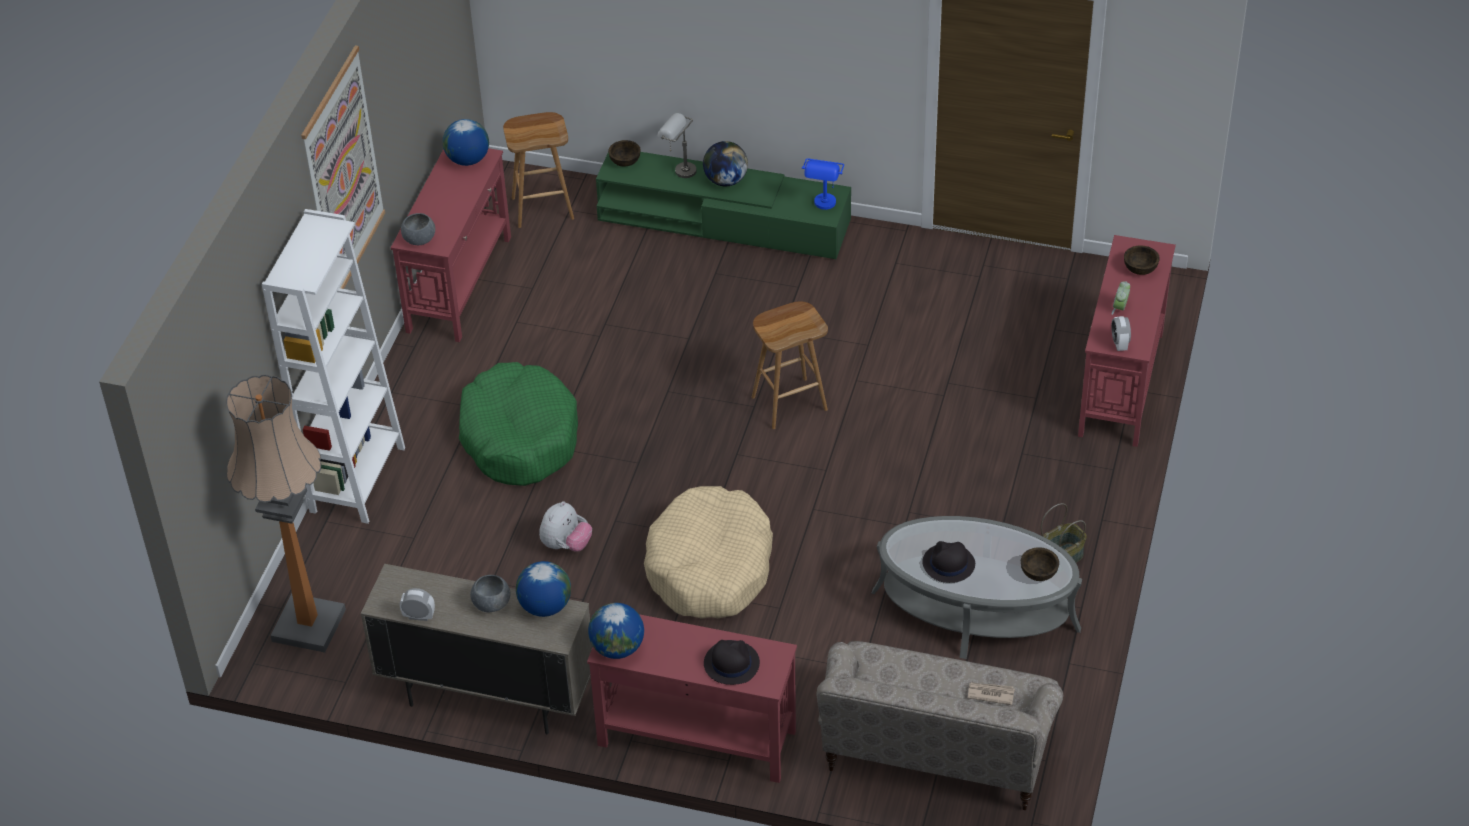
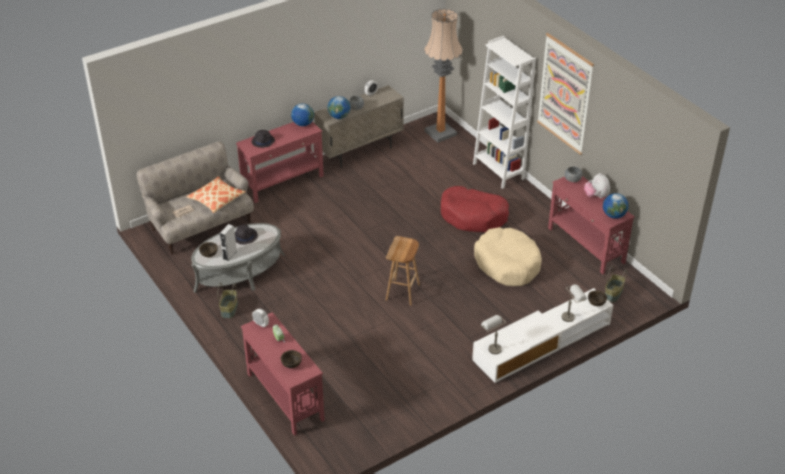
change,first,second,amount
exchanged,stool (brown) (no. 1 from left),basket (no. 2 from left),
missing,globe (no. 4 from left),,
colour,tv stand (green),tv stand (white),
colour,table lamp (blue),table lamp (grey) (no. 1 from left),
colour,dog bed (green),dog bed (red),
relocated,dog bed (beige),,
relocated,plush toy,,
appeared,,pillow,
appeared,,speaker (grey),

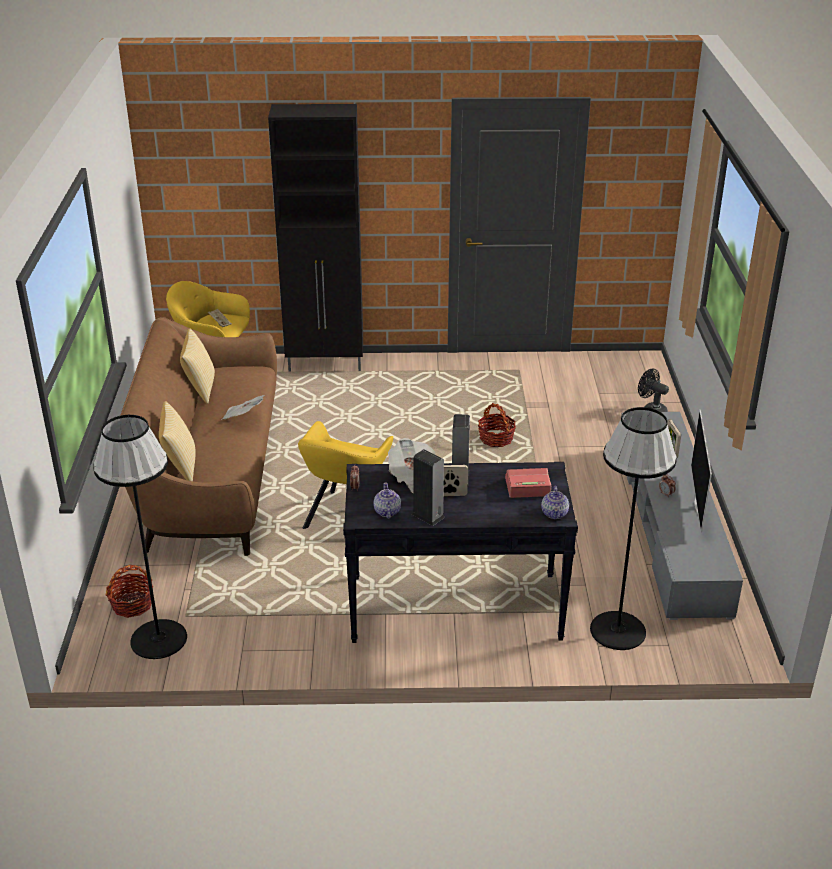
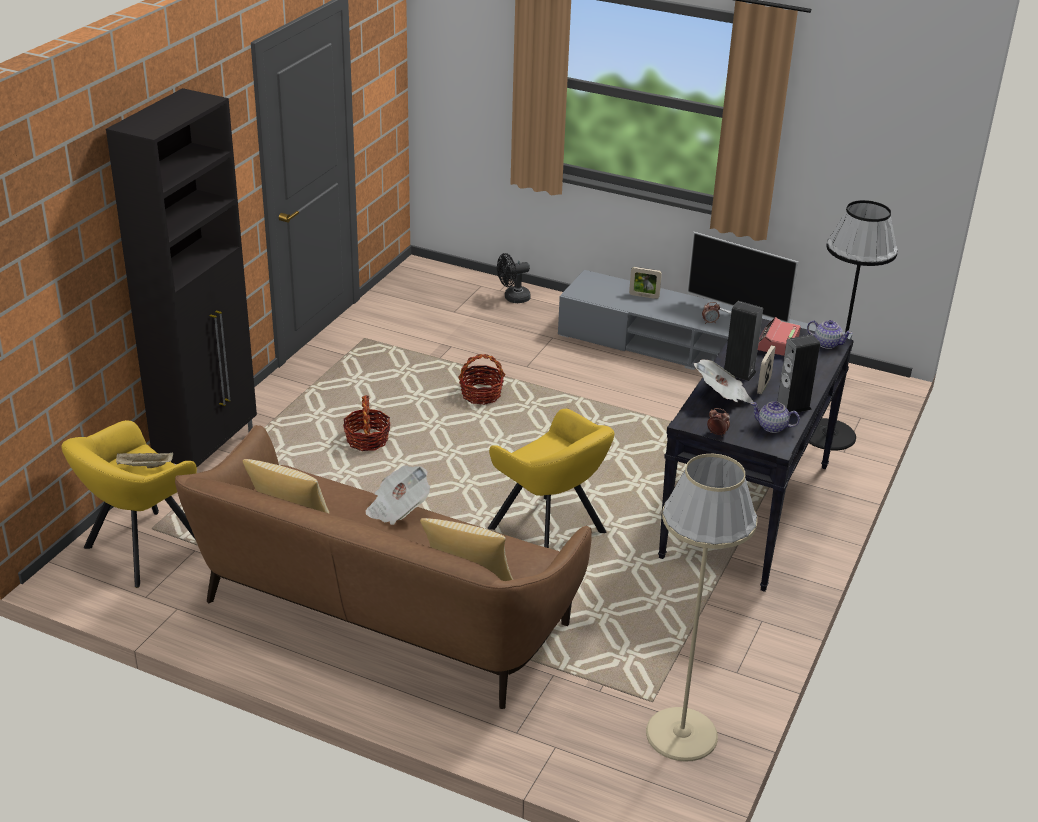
change,first,second,amount
colour,floor lamp (black) (no. 1 from left),floor lamp (beige),
relocated,basket (no. 1 from left),,

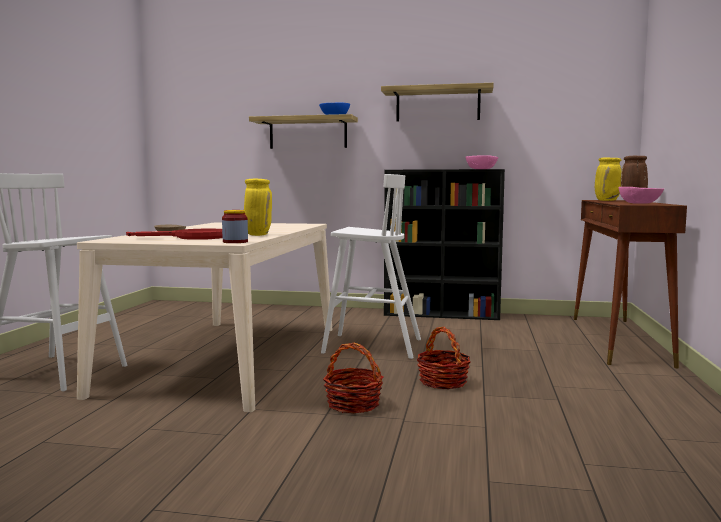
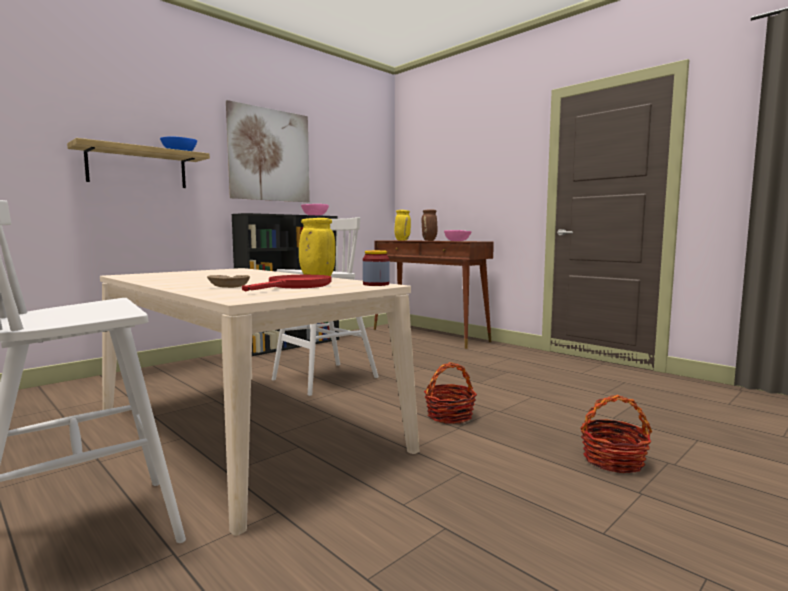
change,first,second,amount
exchanged,shelf (no. 2 from left),picture,
relocated,basket (no. 2 from left),,

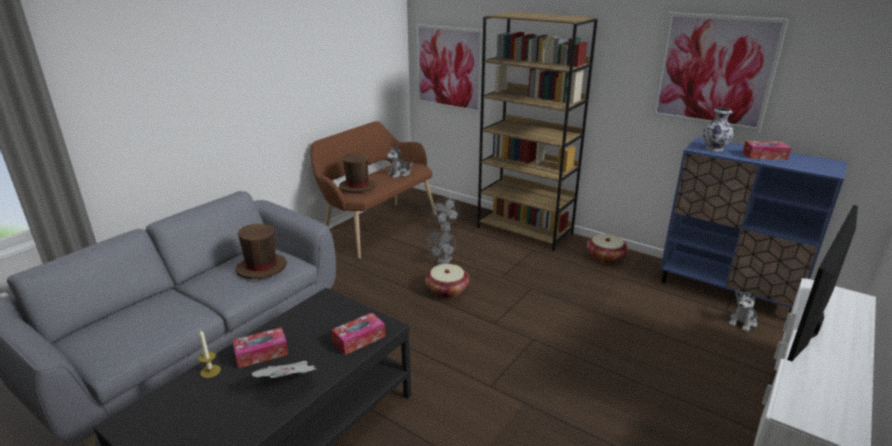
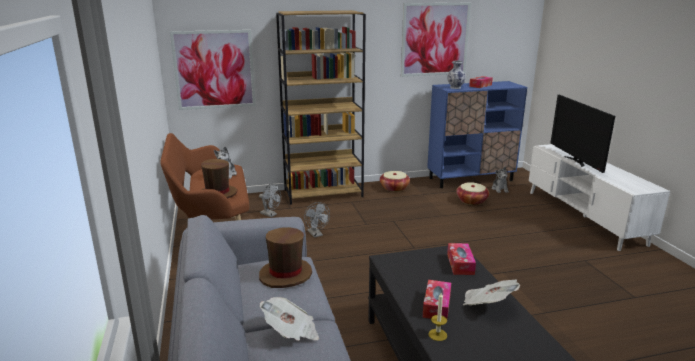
change,first,second,amount
relocated,basket (no. 1 from left in the first image),basket (no. 2 from left),
appeared,,newspaper (no. 1 from left),

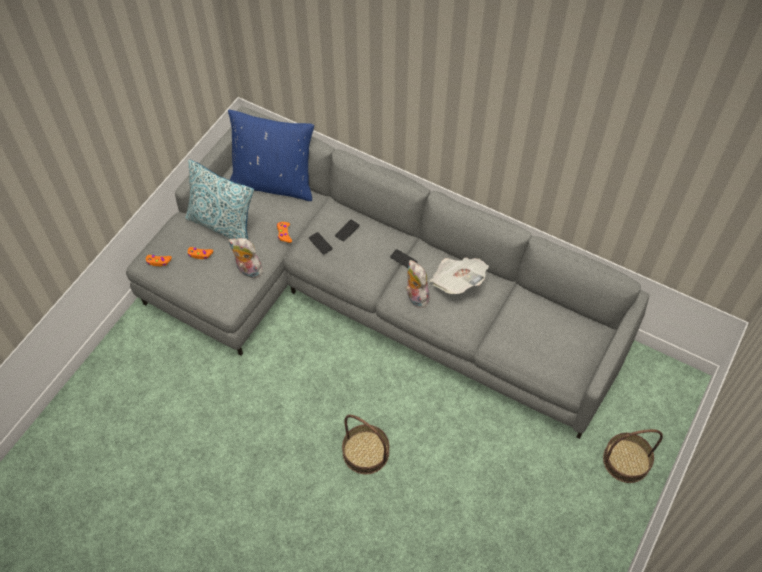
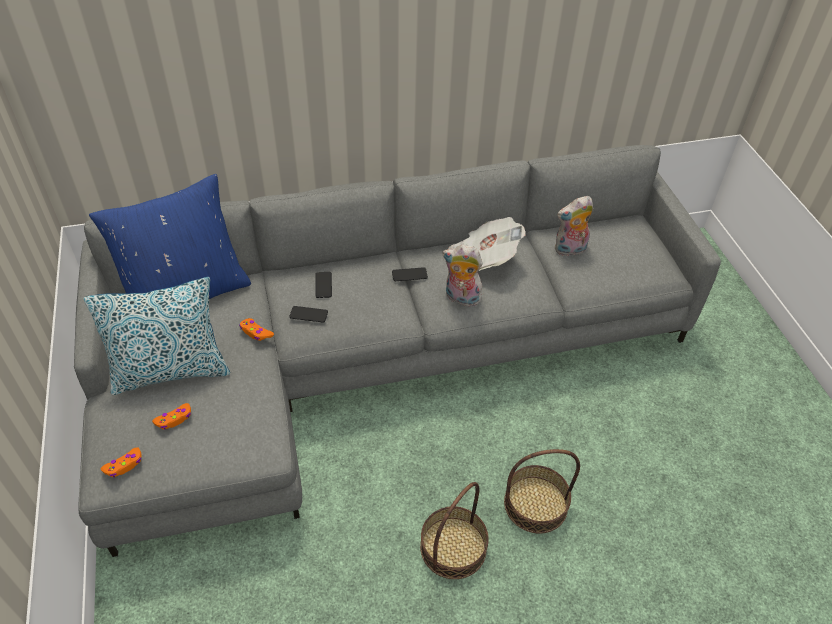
change,first,second,amount
relocated,plush toy (no. 1 from left in the first image),plush toy (no. 2 from left),
relocated,basket (no. 2 from left in the first image),basket (no. 1 from left),

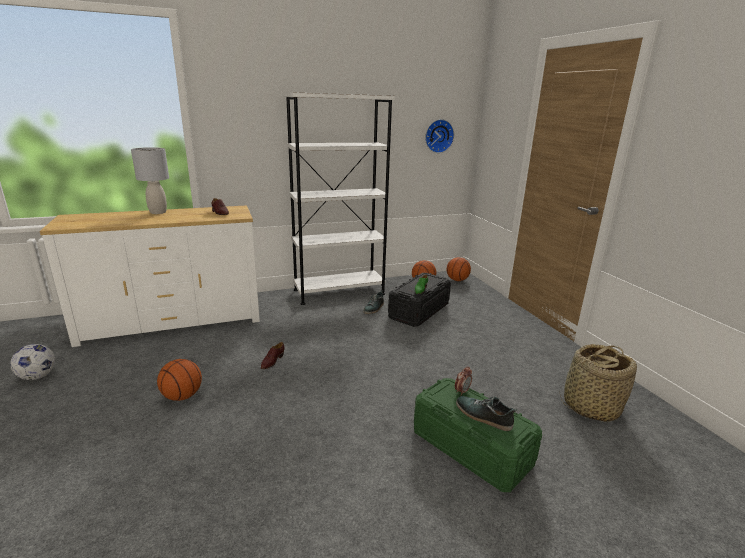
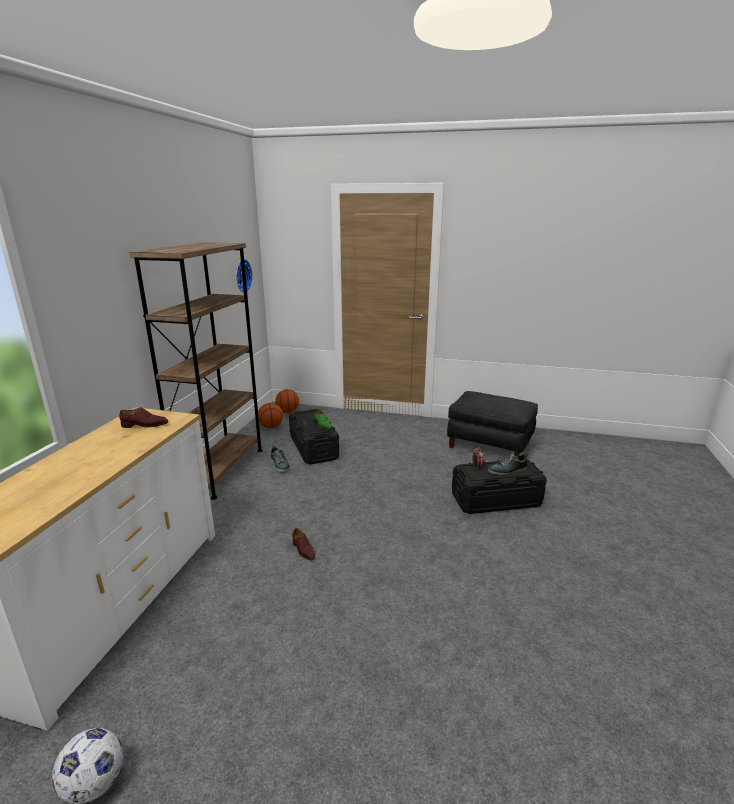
change,first,second,amount
colour,bookcase (white),bookcase (brown),
missing,table lamp (grey),,
exchanged,basket,ottoman (black),
missing,basketball (no. 1 from left),,
colour,storage box (green),storage box (black) (no. 2 from left),

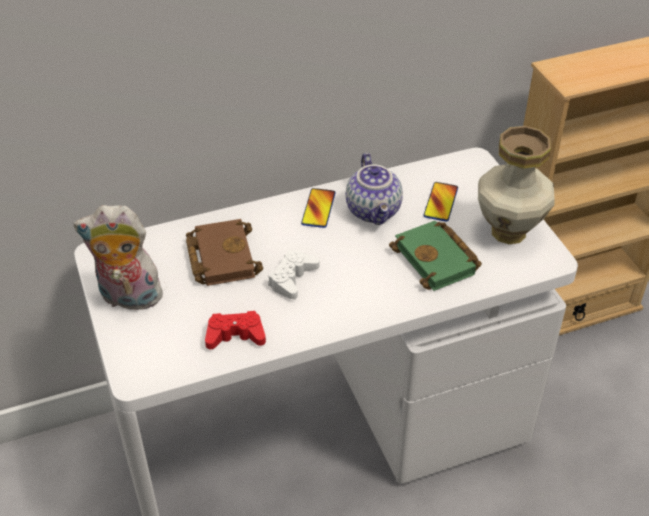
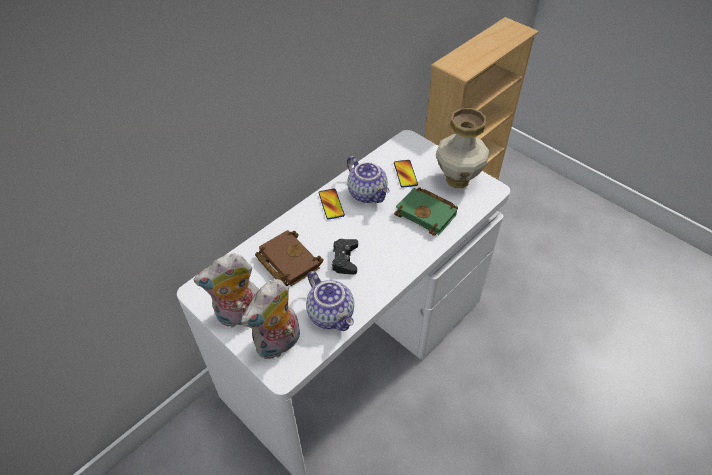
change,first,second,amount
colour,game controller (white),game controller (black),
exchanged,game controller (red),teapot (no. 1 from left),
appeared,,plush toy (no. 2 from left),

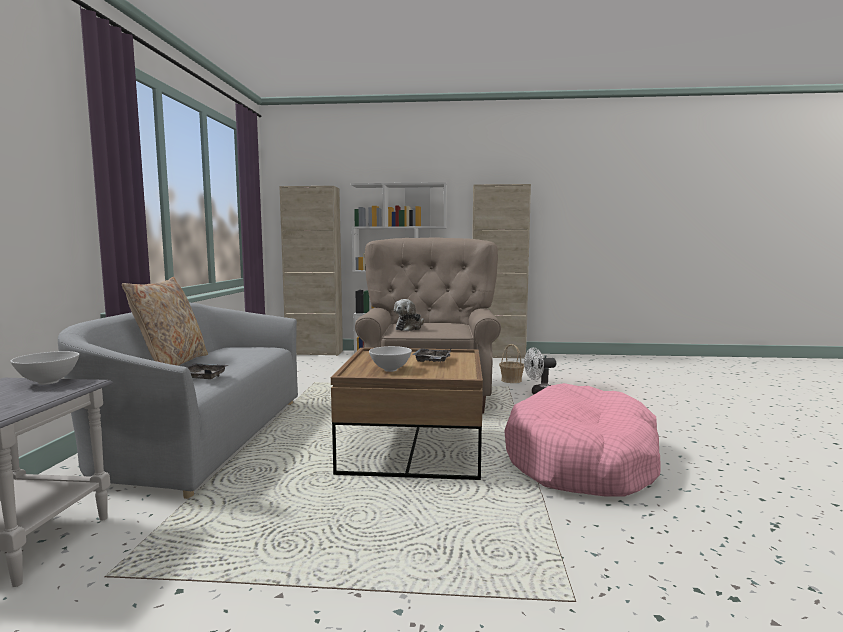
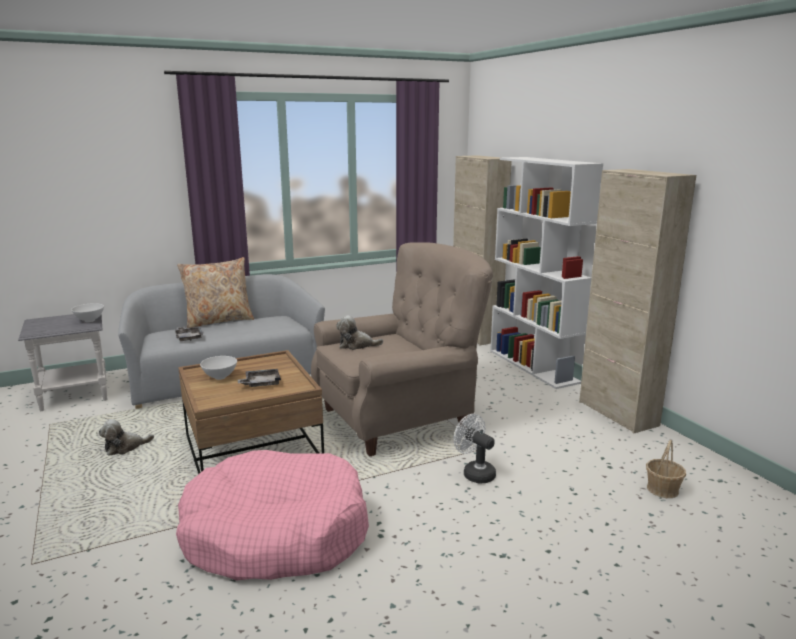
change,first,second,amount
relocated,basket,,
appeared,,plush toy (no. 1 from left),

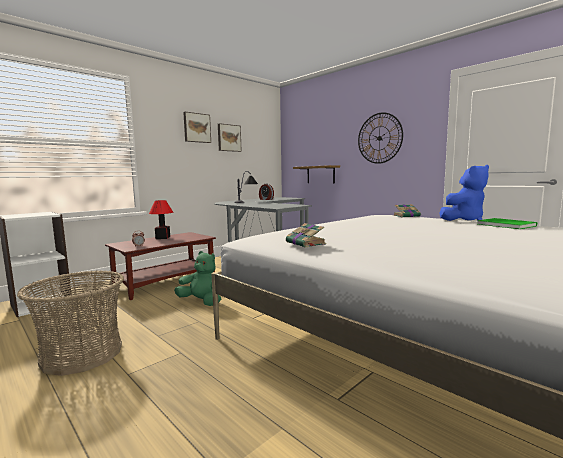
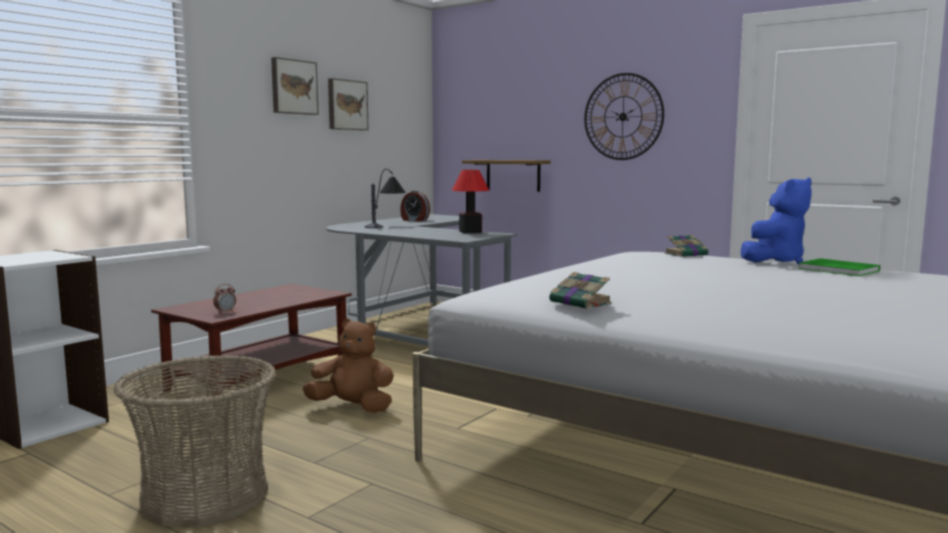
change,first,second,amount
relocated,table lamp (no. 1 from left in the first image),table lamp (no. 2 from left),
colour,plush toy (green),plush toy (brown),

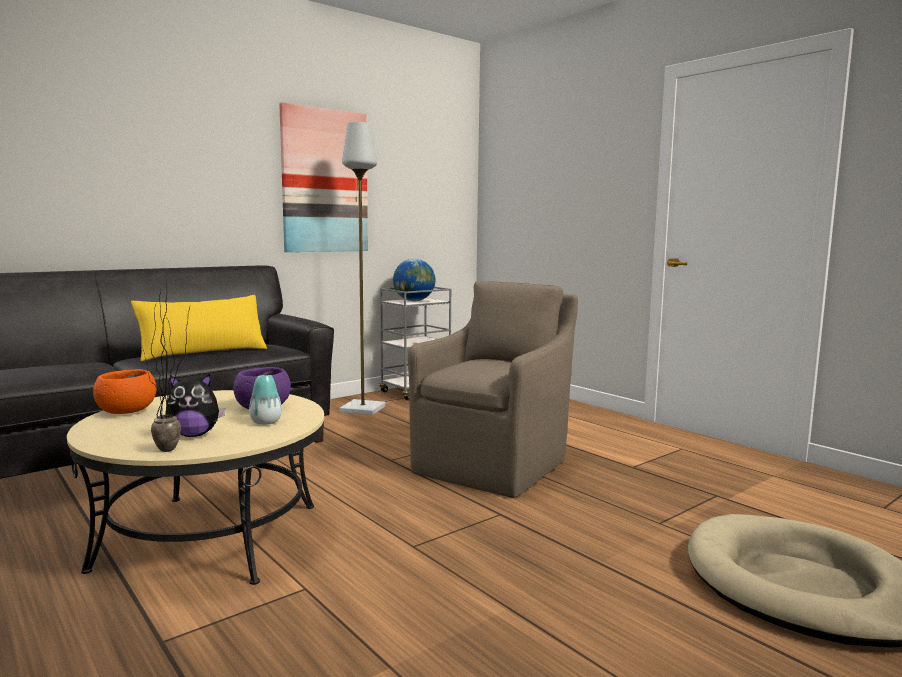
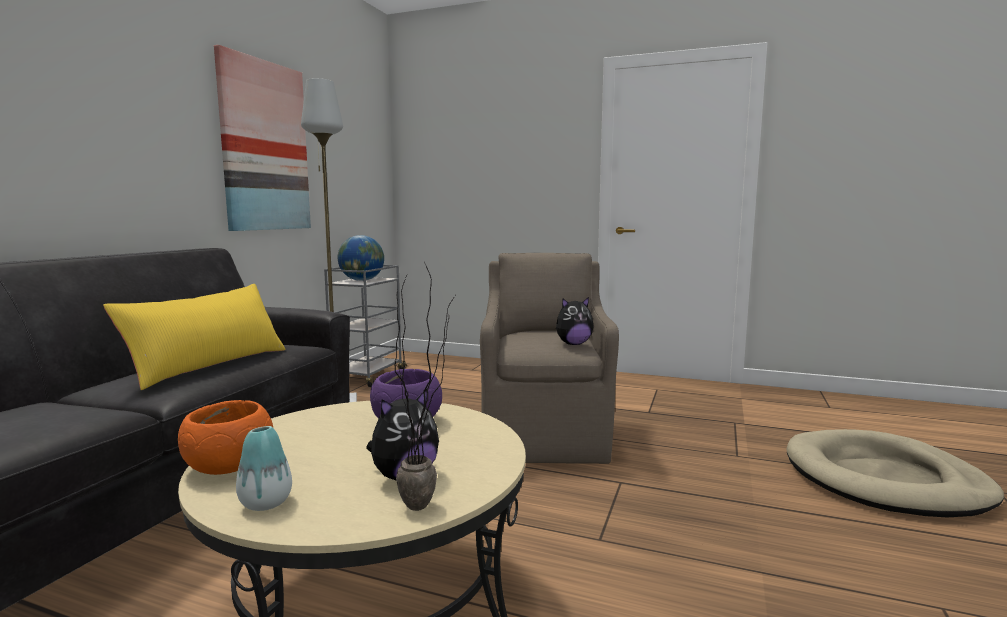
change,first,second,amount
relocated,vase,,
appeared,,plush toy (no. 2 from left),

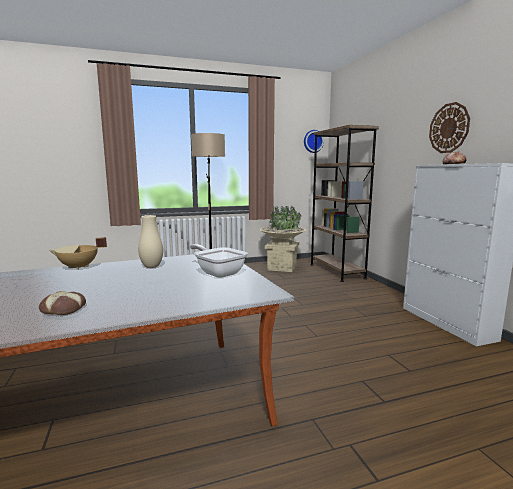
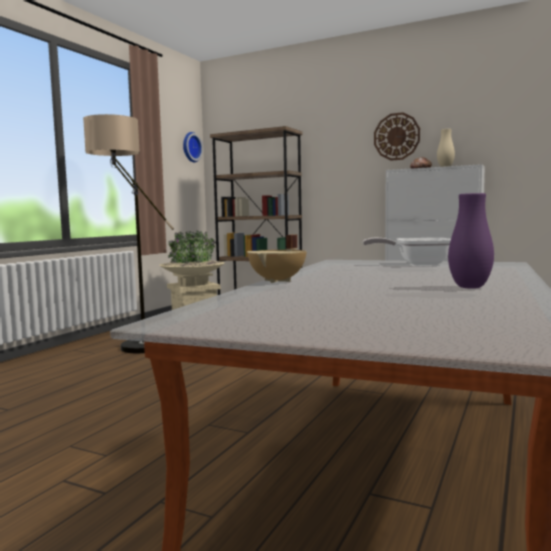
change,first,second,amount
relocated,vase (beige),,
exchanged,bread (no. 1 from left),vase (purple),

